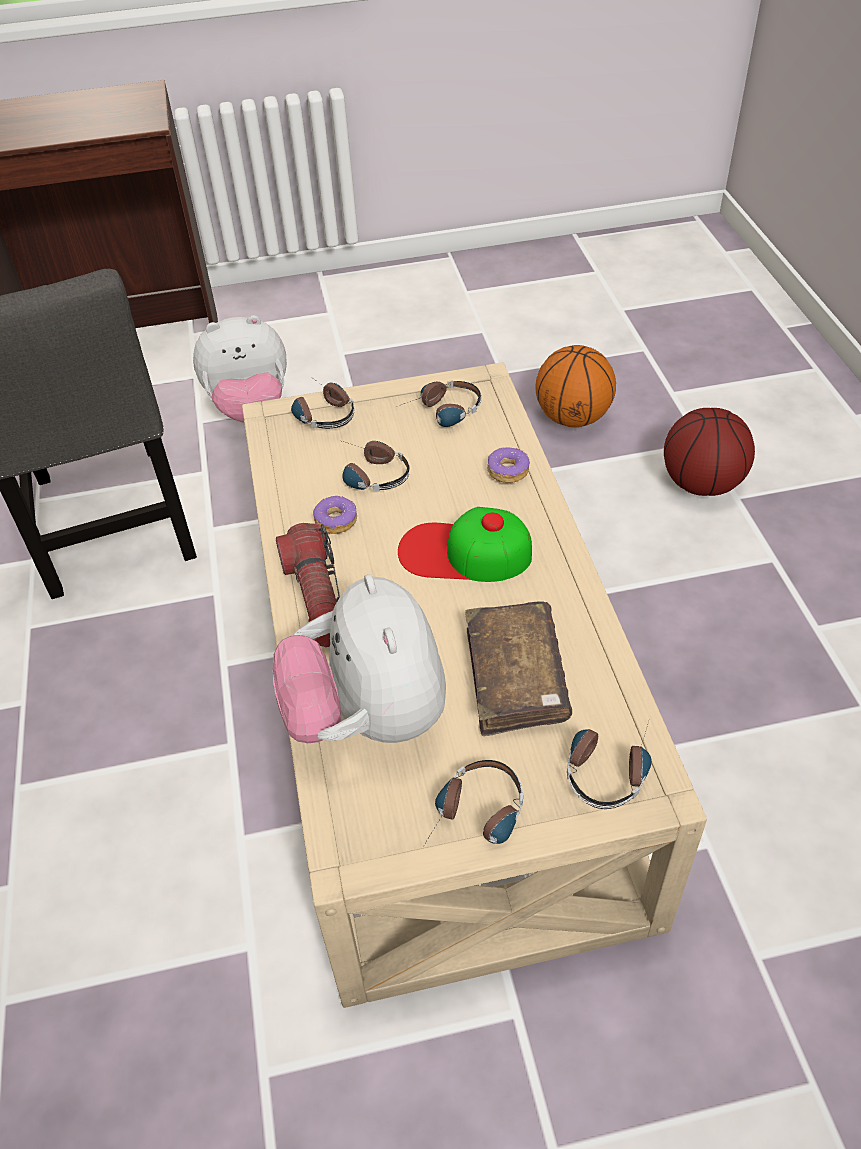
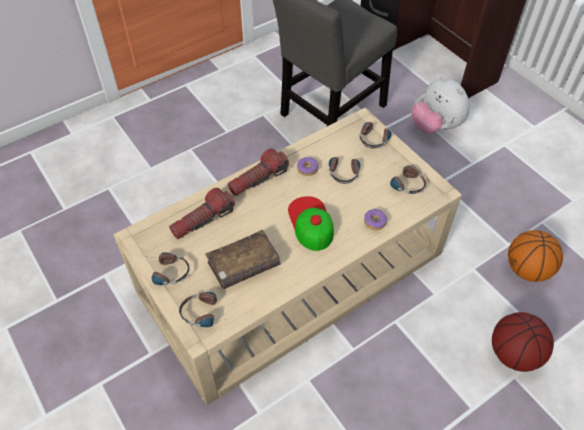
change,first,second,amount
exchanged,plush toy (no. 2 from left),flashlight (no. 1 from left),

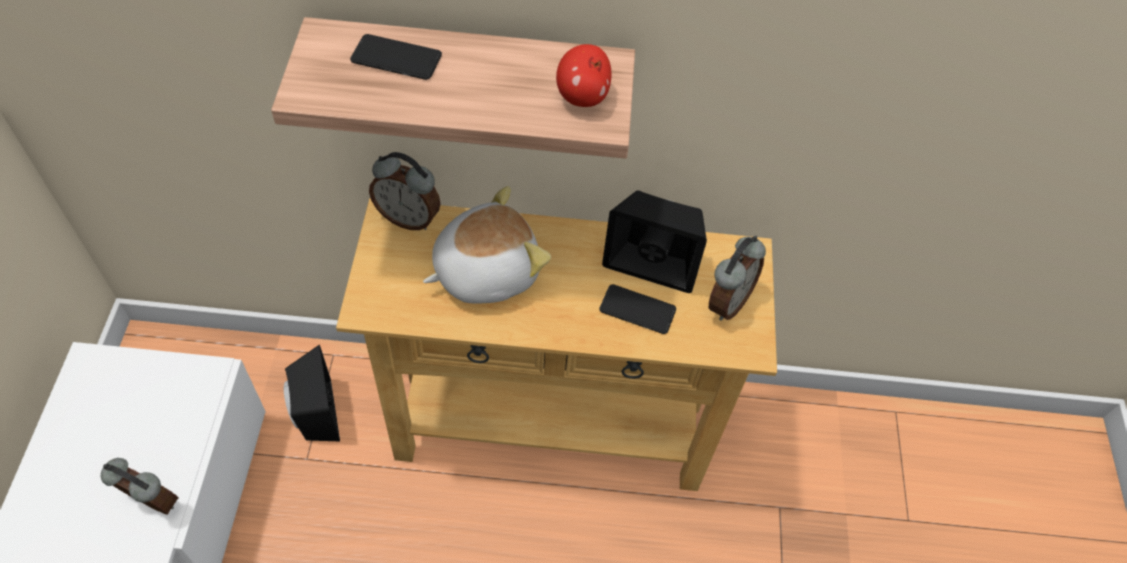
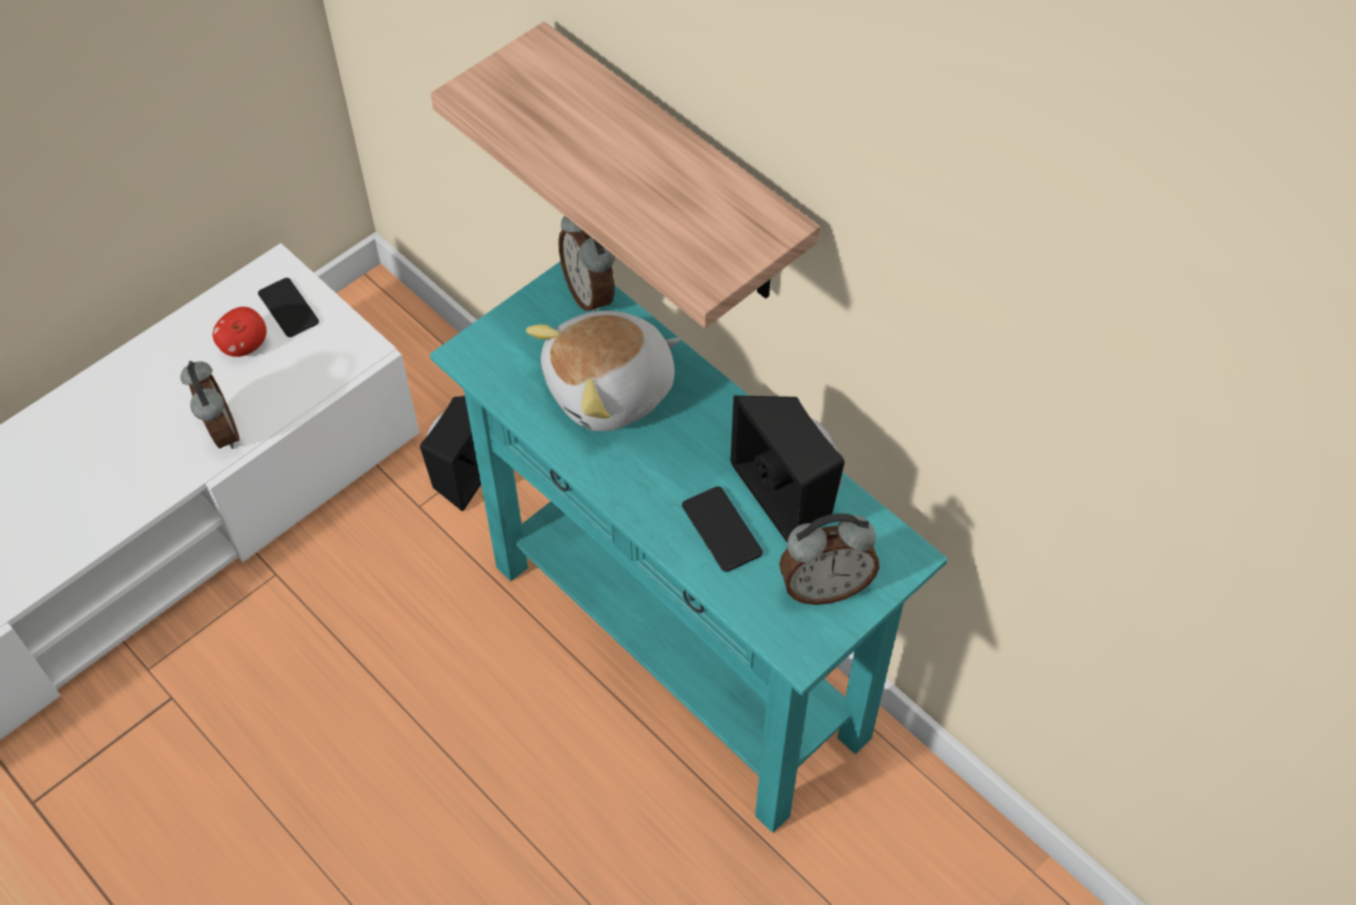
change,first,second,amount
relocated,phone (no. 1 from left),,
relocated,apple,,
spun,plush toy,,135 degrees clockwise
colour,console table (beige),console table (turquoise),

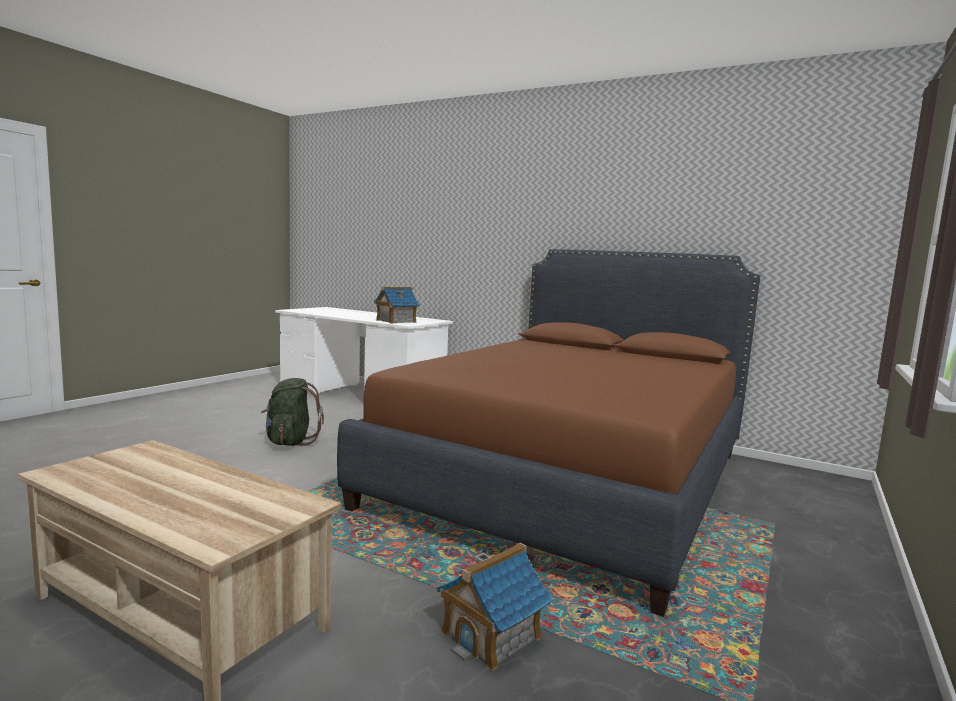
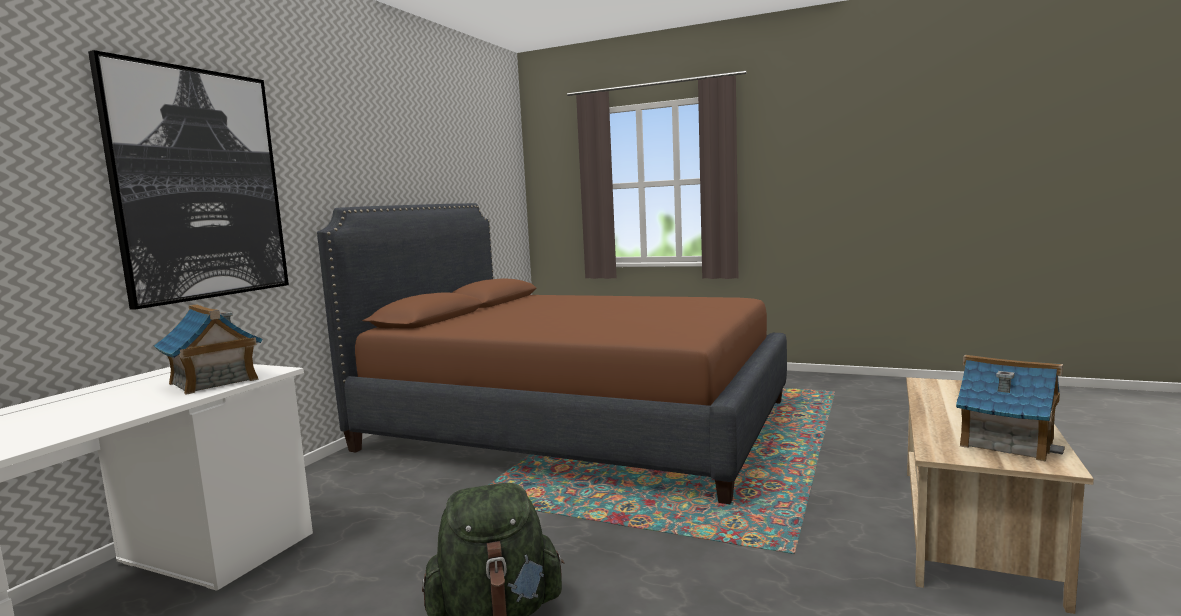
change,first,second,amount
relocated,toy house (no. 2 from left),,
appeared,,picture,

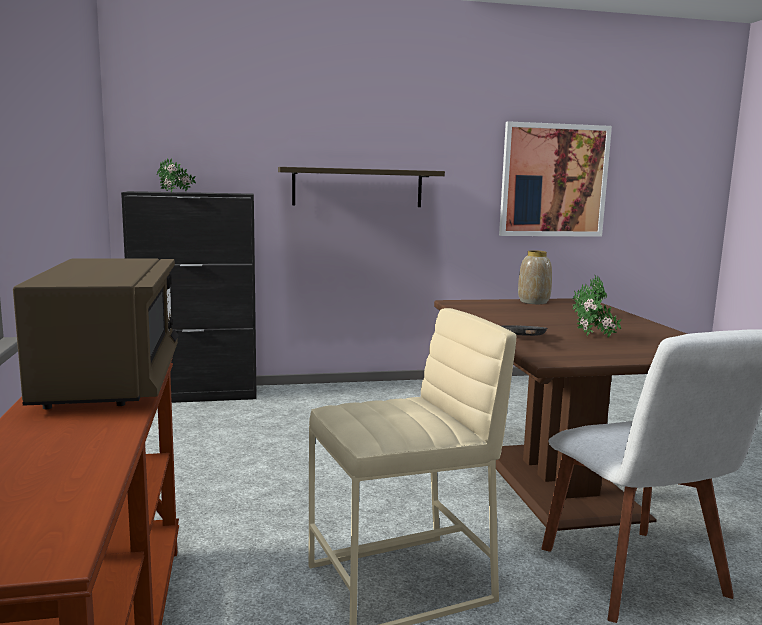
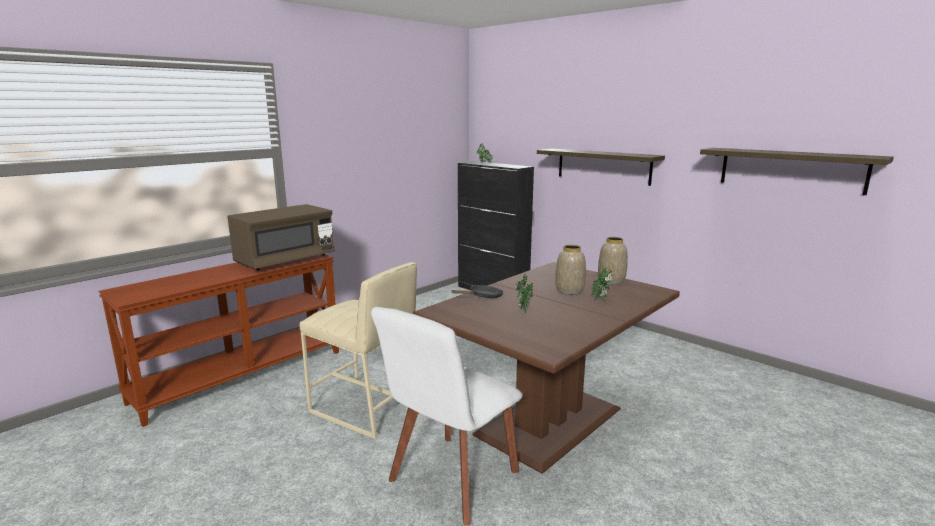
change,first,second,amount
exchanged,picture,shelf (no. 2 from left),
appeared,,vase (no. 1 from left),

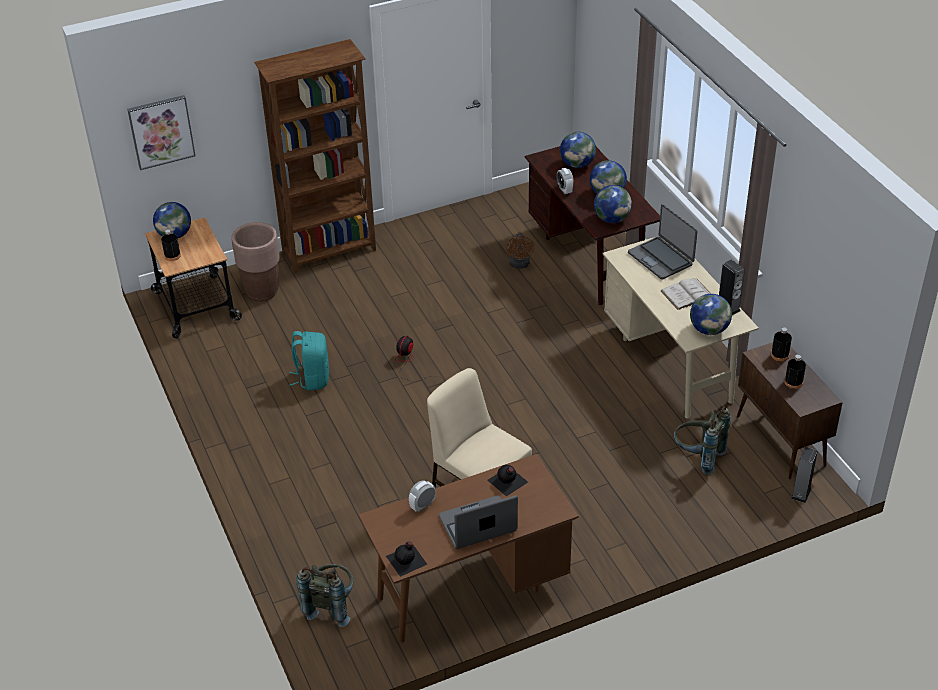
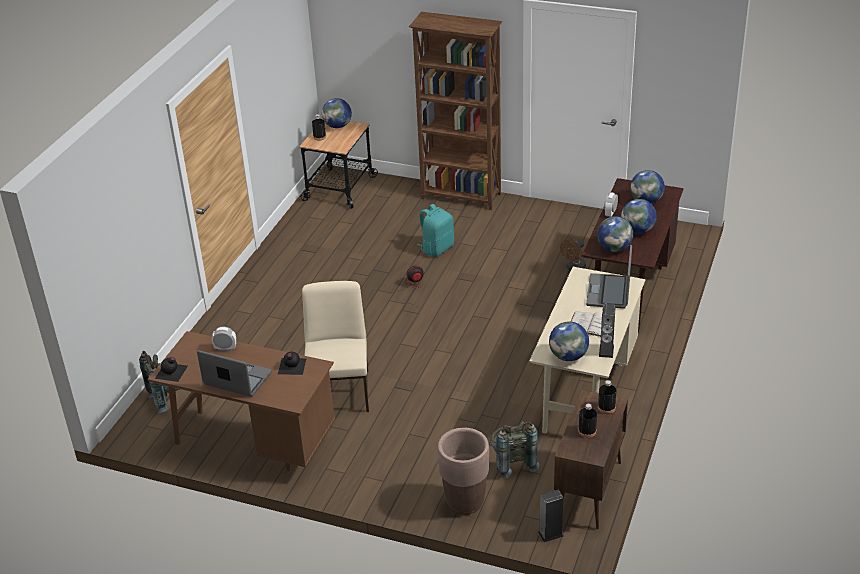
change,first,second,amount
missing,picture,,
relocated,planter (brown),,
relocated,backpack (turquoise),,

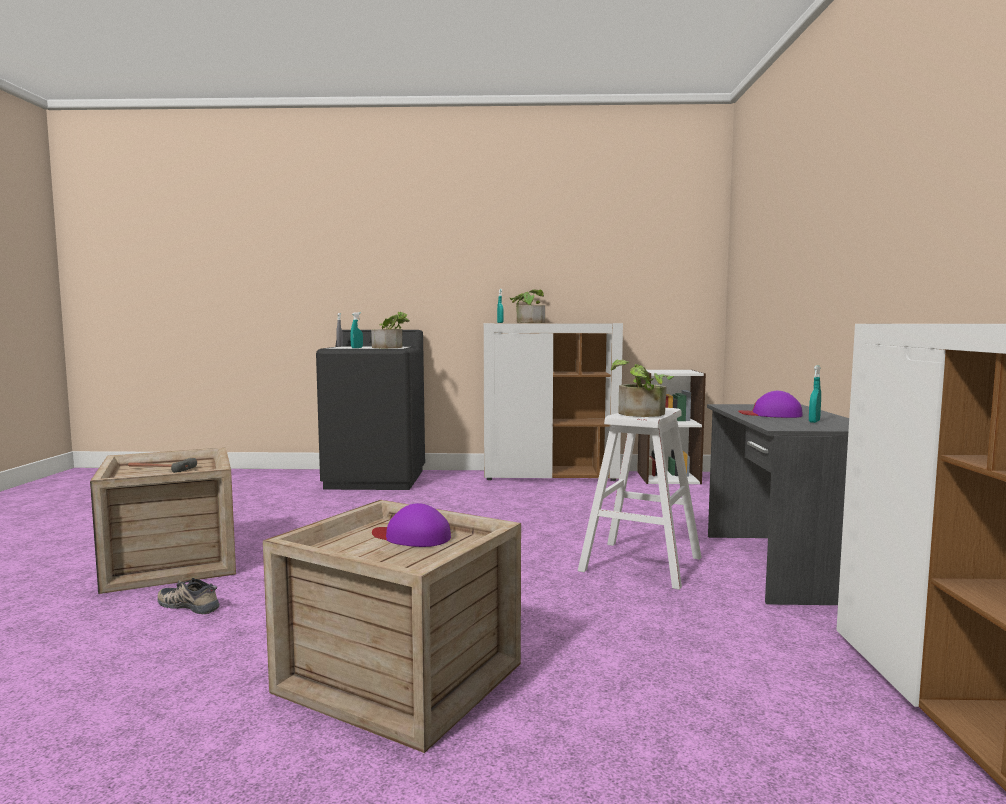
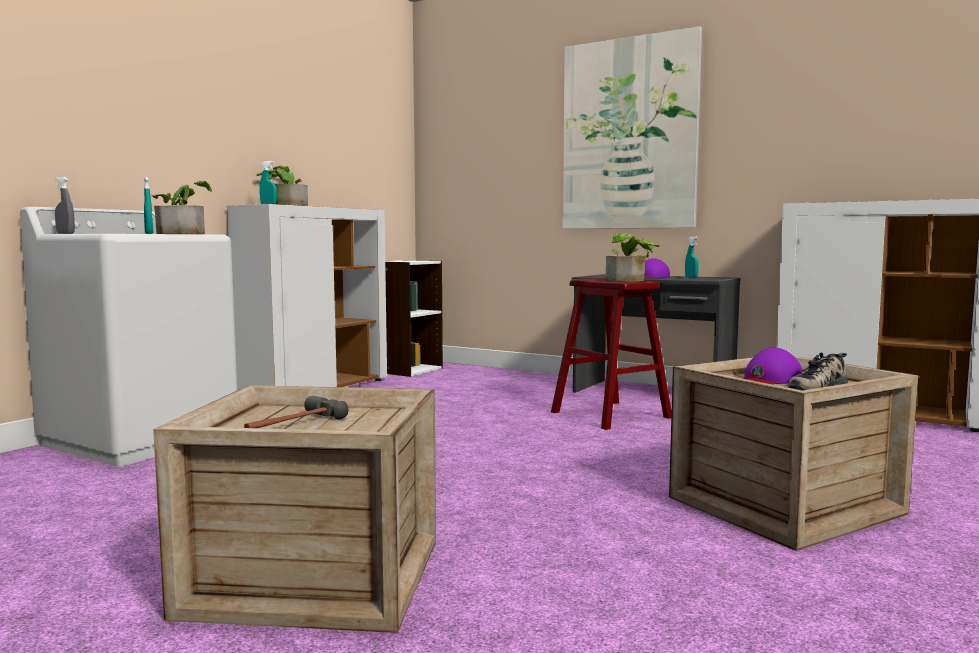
change,first,second,amount
colour,washing machine (black),washing machine (white),
colour,stool (white),stool (red),
relocated,shoe,,
appeared,,picture,

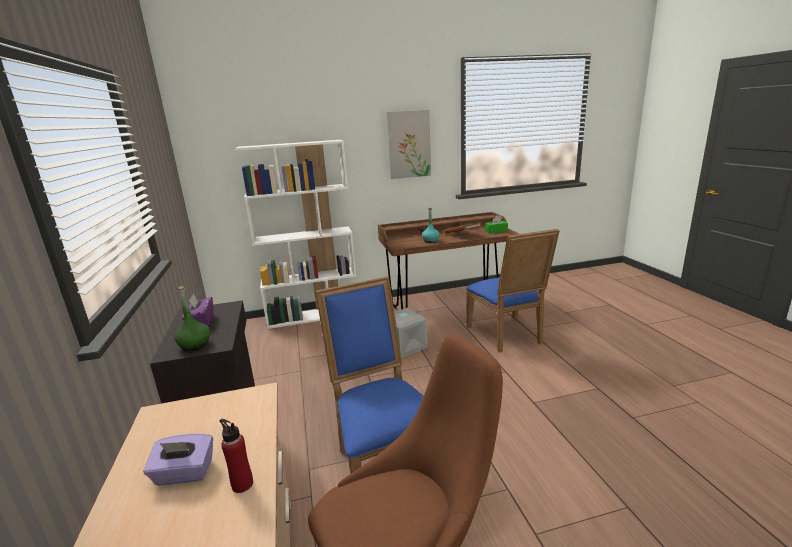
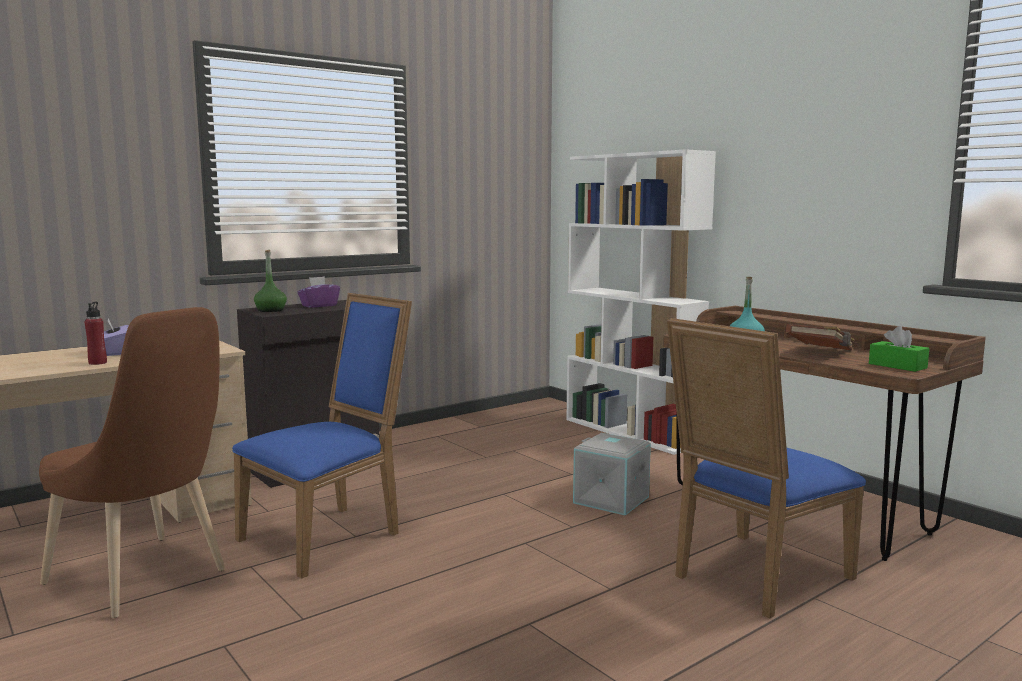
change,first,second,amount
missing,picture,,

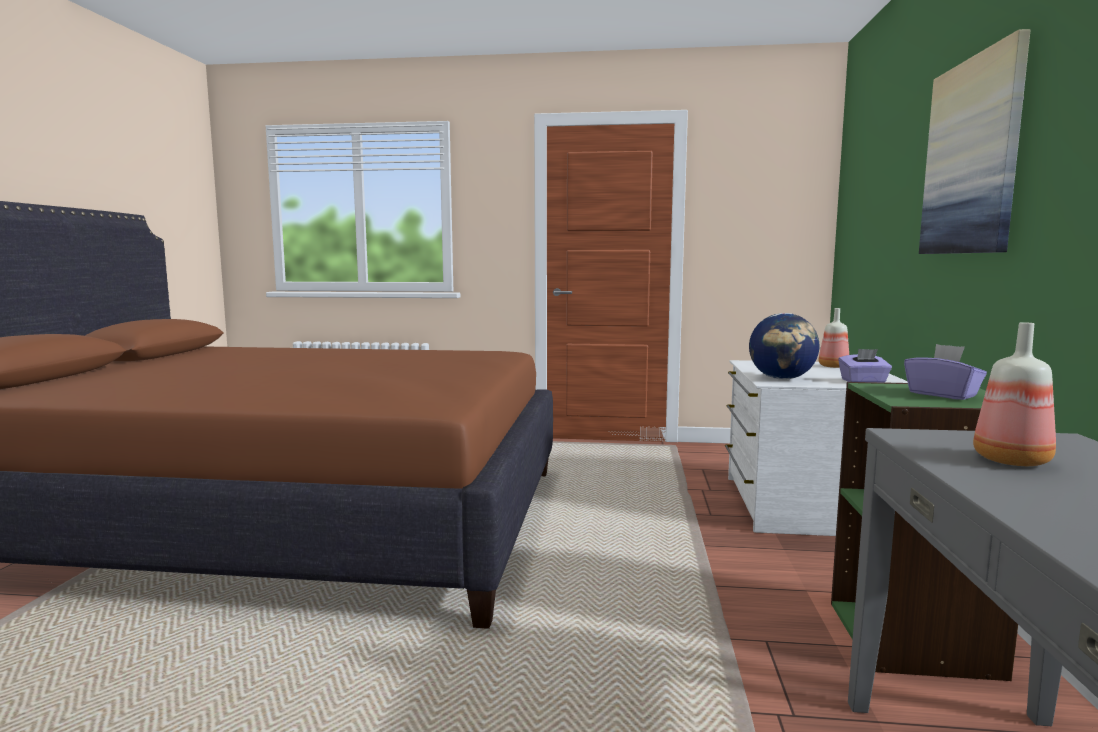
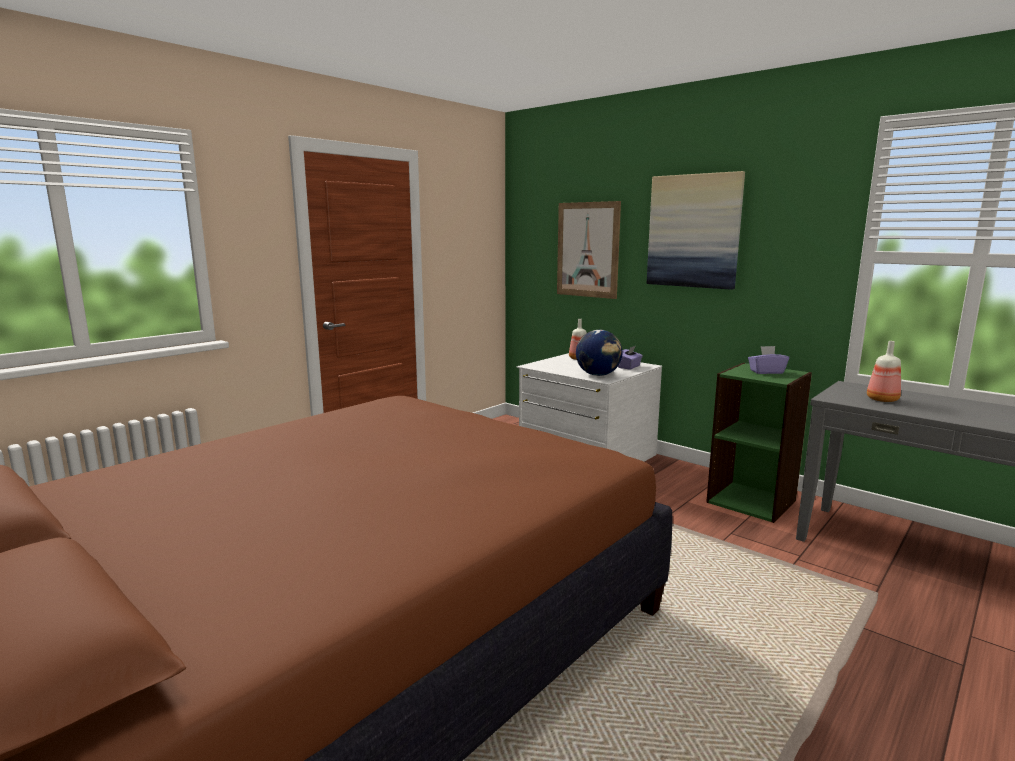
change,first,second,amount
appeared,,picture (no. 1 from left),

